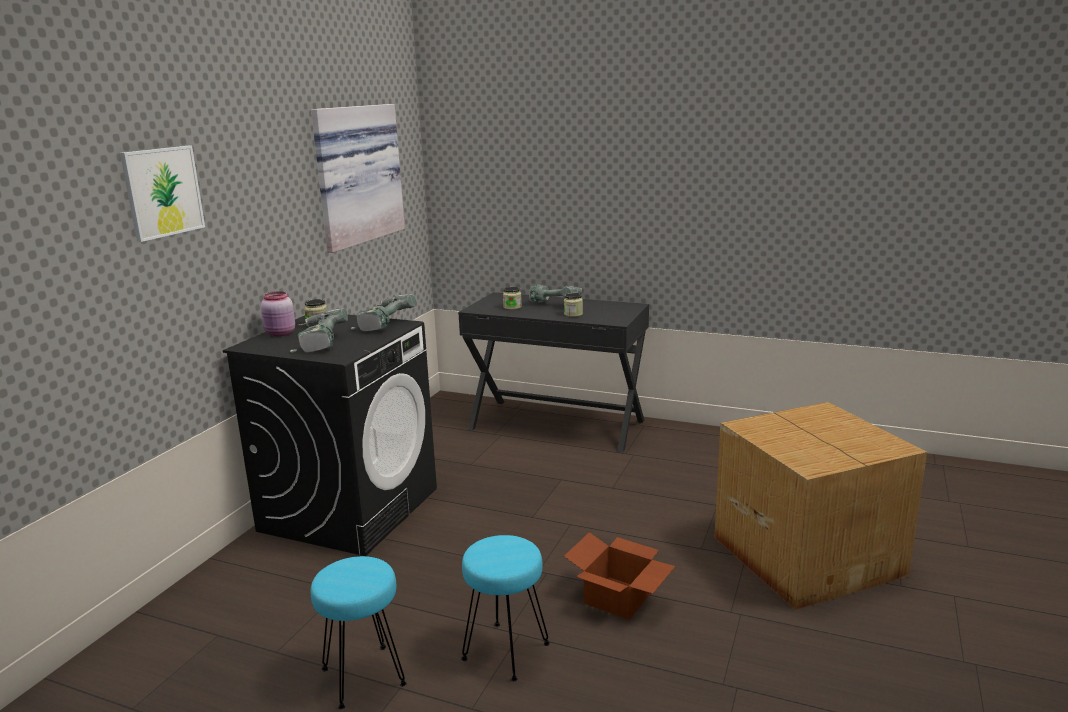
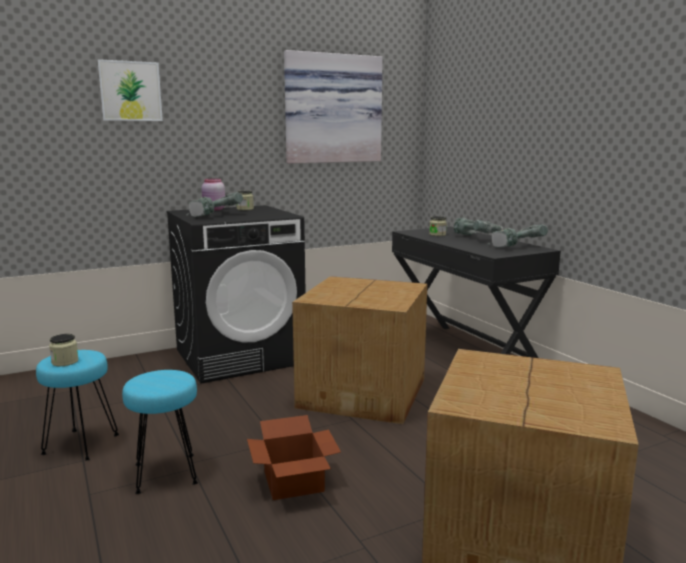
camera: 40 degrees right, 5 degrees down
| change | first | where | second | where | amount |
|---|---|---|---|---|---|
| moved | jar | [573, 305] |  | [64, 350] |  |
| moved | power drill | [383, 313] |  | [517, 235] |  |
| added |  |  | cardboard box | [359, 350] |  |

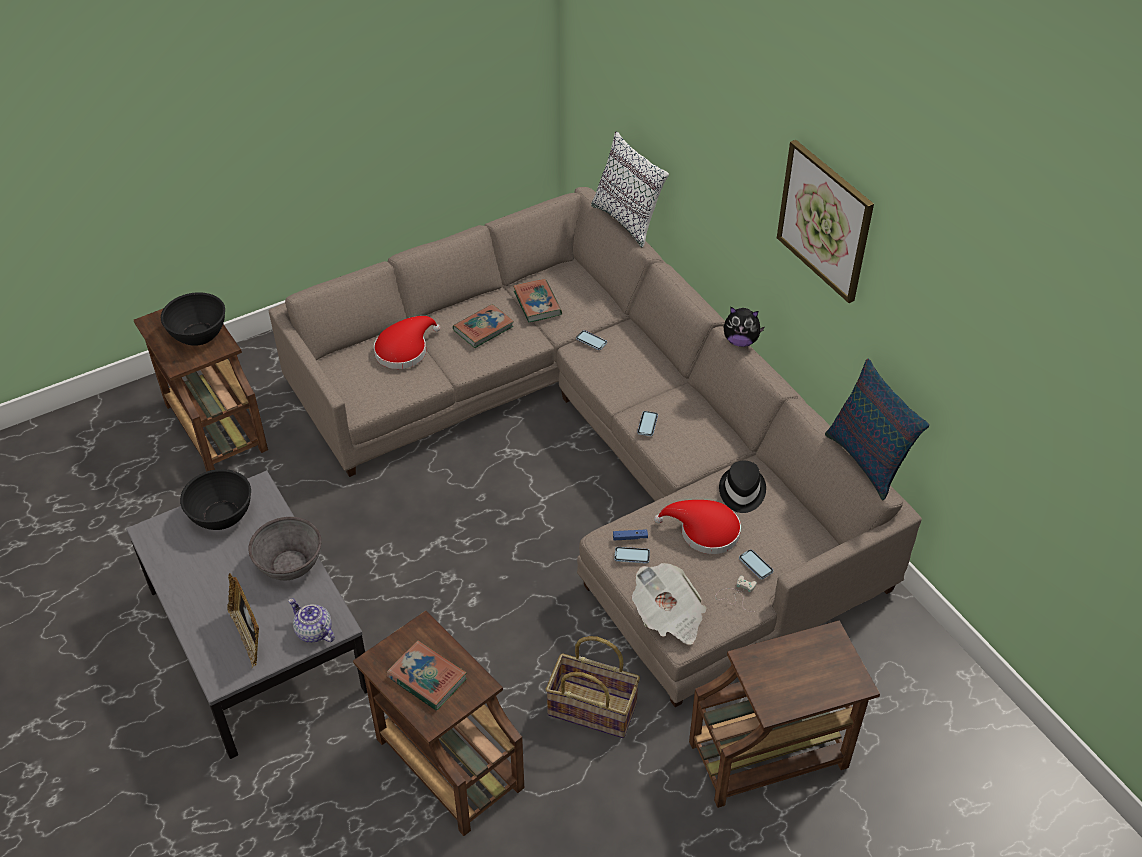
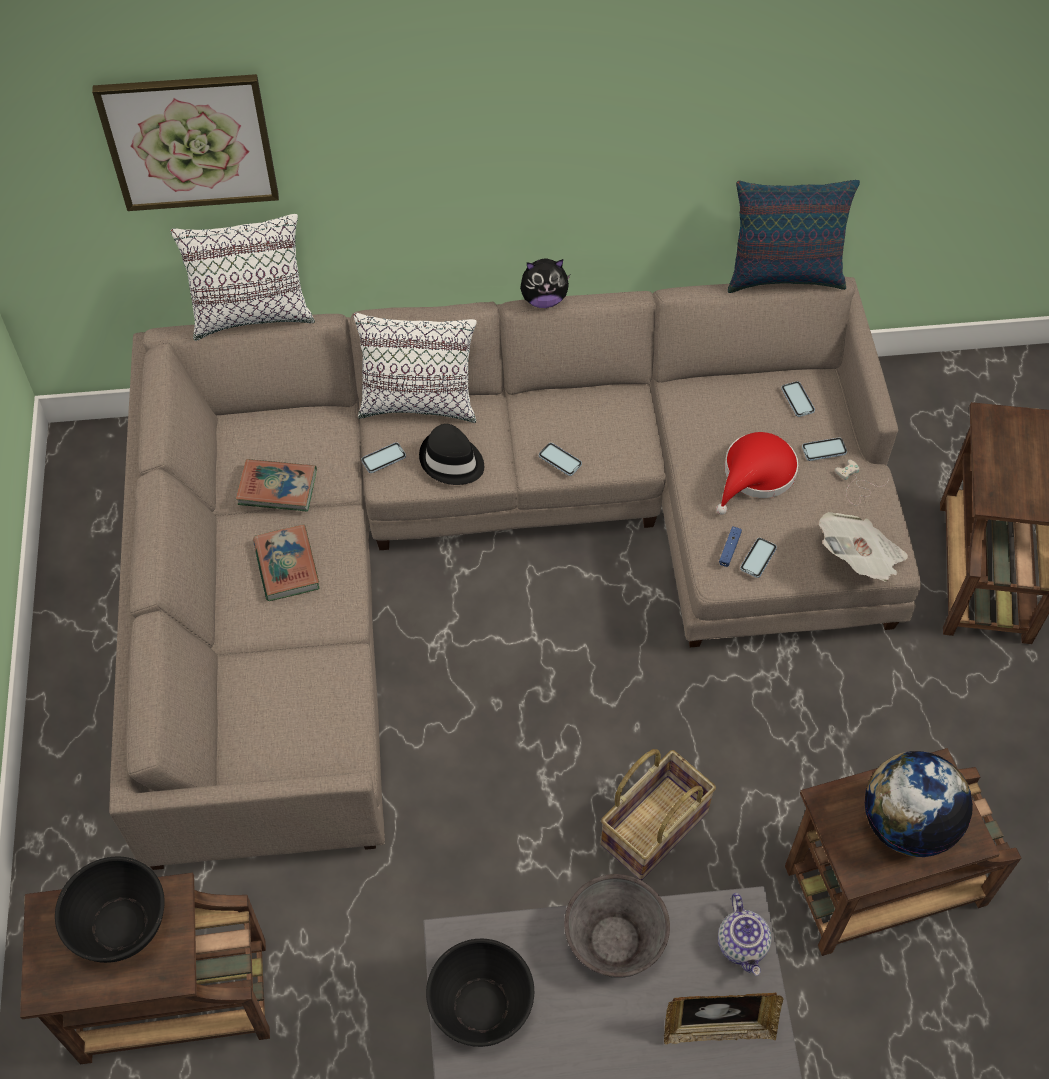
camera: 65 degrees left, 10 degrees up
| change | first | where | second | where | amount |
|---|---|---|---|---|---|
| moved | wall picture | [825, 221] |  | [185, 142] |  |
| turned | soft toy | [744, 327] |  | [545, 283] | 45 degrees clockwise |
| removed | red-coloured clothing hat | [407, 342] |  |  |  |
| moved | black-coloured clothing hat | [742, 487] |  | [451, 454] |  |
| turned | teapot | [312, 620] |  | [744, 934] | 75 degrees counterclockwise |
| moved | basket | [593, 687] |  | [658, 814] |  |
| replaced | volume | [427, 675] | globe | [919, 804] |  |
| added |  |  | whitish pillow | [415, 368] |  |
| added |  |  | phone | [798, 399] |  |

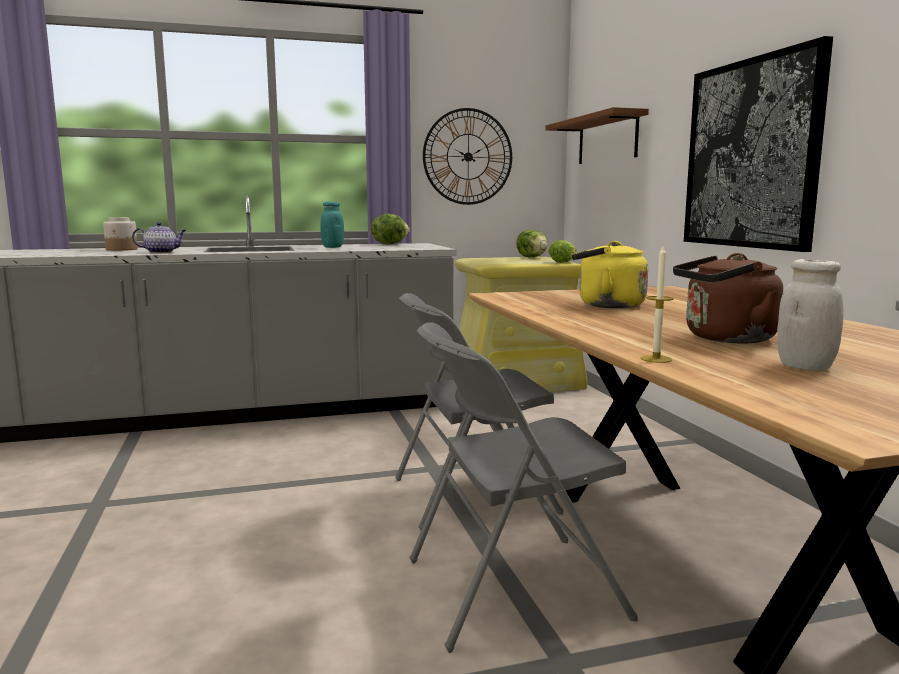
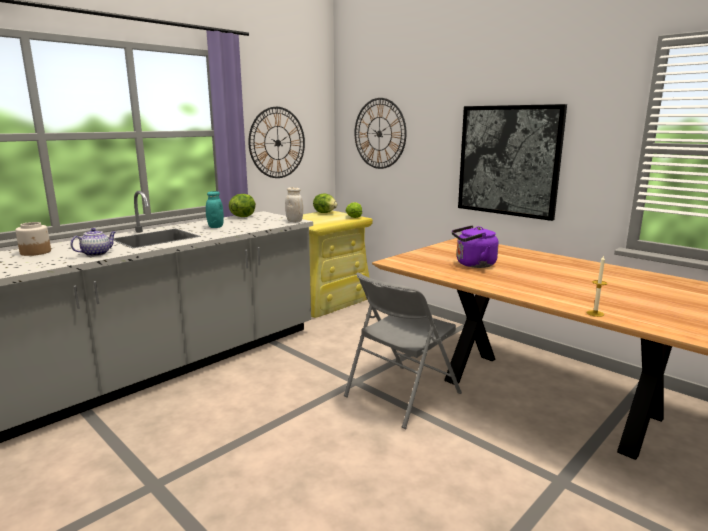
camera: 30 degrees left, 5 degrees up
| change | first | where | second | where | amount |
|---|---|---|---|---|---|
| replaced | brown shelf | [597, 135] | clock on the wall | [381, 133] |  |
| recoloured | yellow kettle | [610, 274] | purple-coloured kettle | [475, 246] |  |
| removed | brown kettle | [728, 298] |  |  |  |
| moved | whitish jar | [810, 314] |  | [294, 204] |  |
| removed | gray upright chair | [523, 488] |  |  |  |

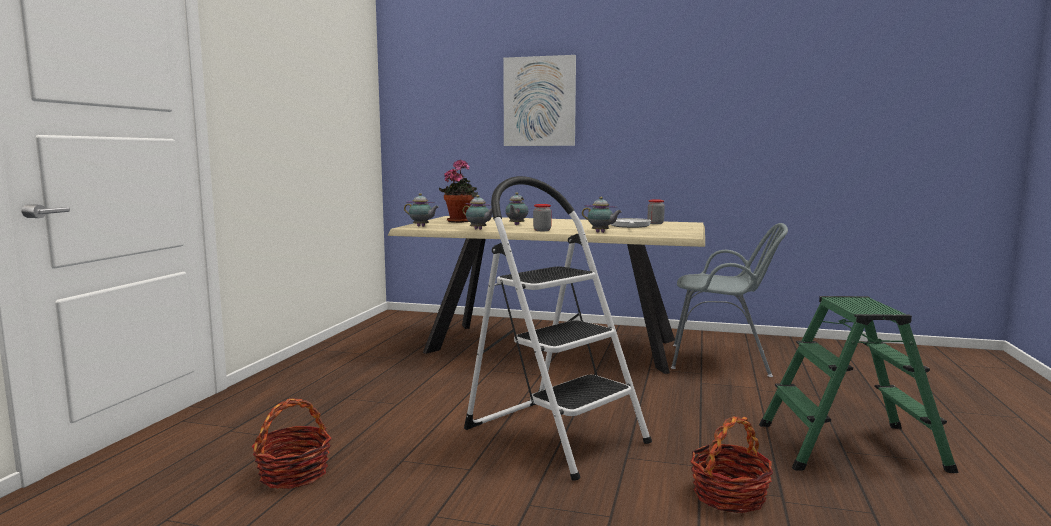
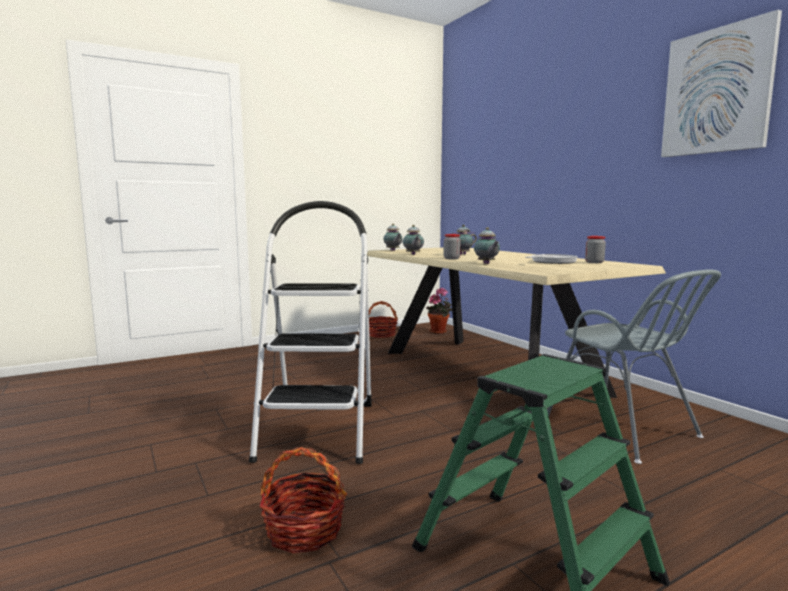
camera: 45 degrees right, 0 degrees up
| change | first | where | second | where | amount |
|---|---|---|---|---|---|
| moved | wall picture | [539, 100] |  | [721, 83] |  |
| moved | plant in a pot | [458, 191] |  | [439, 311] |  |
| moved | basket | [292, 443] |  | [383, 319] |  |

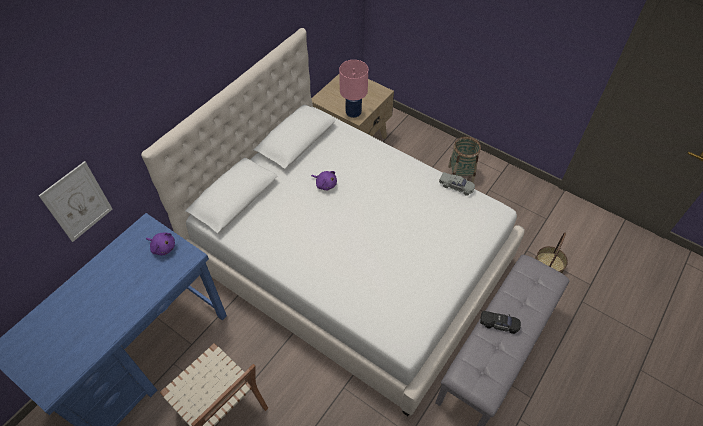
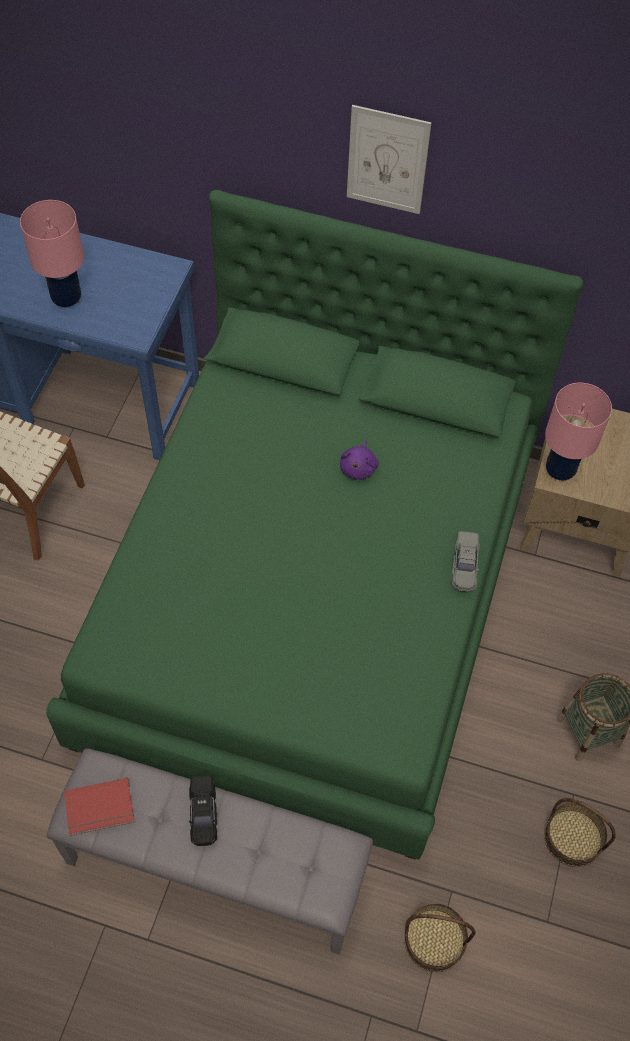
camera: 70 degrees right, 5 degrees up
| change | first | where | second | where | amount |
|---|---|---|---|---|---|
| recoloured | whitish bed | [333, 222] | green bed | [314, 524] |  |
| moved | wall picture | [75, 201] |  | [389, 159] |  |
| moved | gray miniature car | [457, 184] |  | [465, 561] |  |
| removed | purple-coloured soft toy | [160, 244] |  |  |  |
| added |  |  | pink-coloured table lamp | [52, 253] |  |
| added |  |  | red-coloured volume | [99, 807] |  |
| added |  |  | basket | [580, 832] |  |

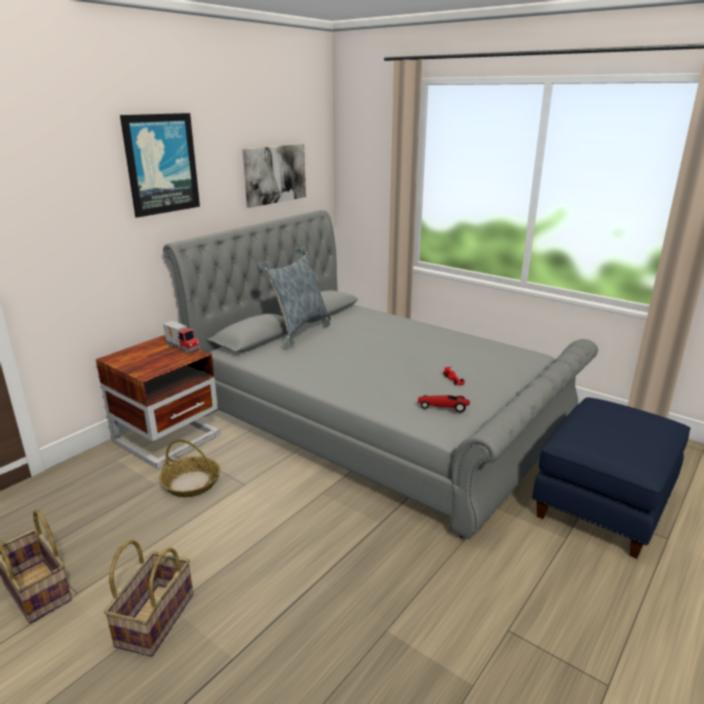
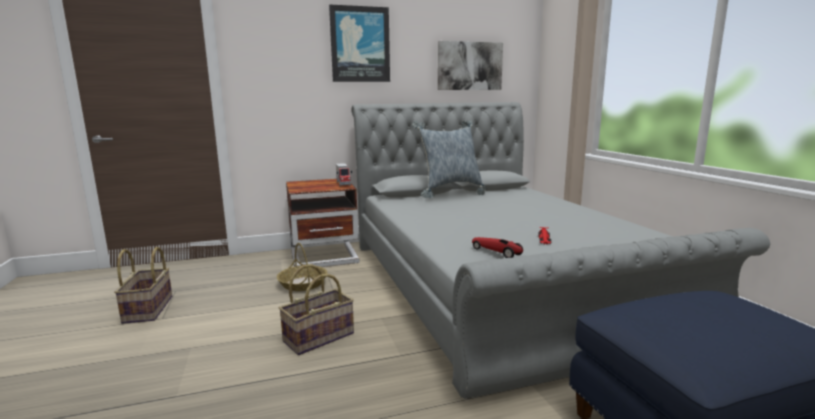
camera: 35 degrees right, 10 degrees down
| change | first | where | second | where | amount |
|---|---|---|---|---|---|
| moved | basket | [148, 598] |  | [316, 309] |  |

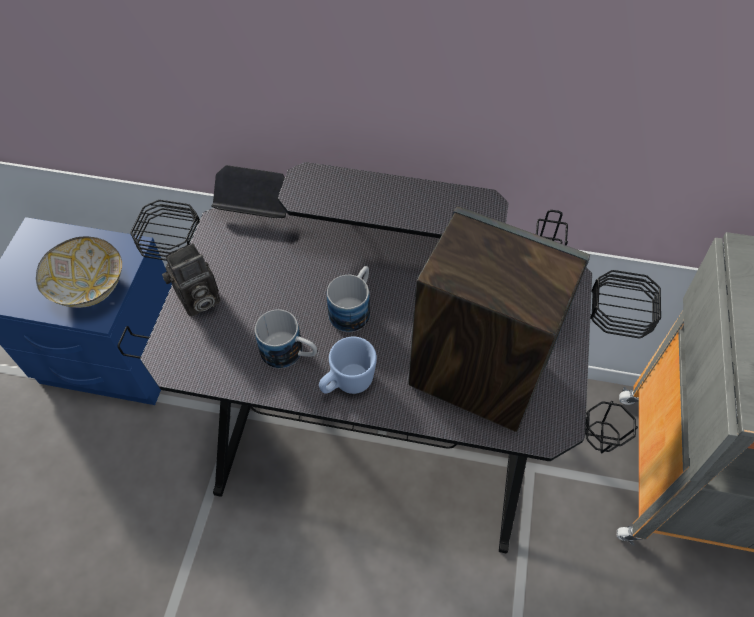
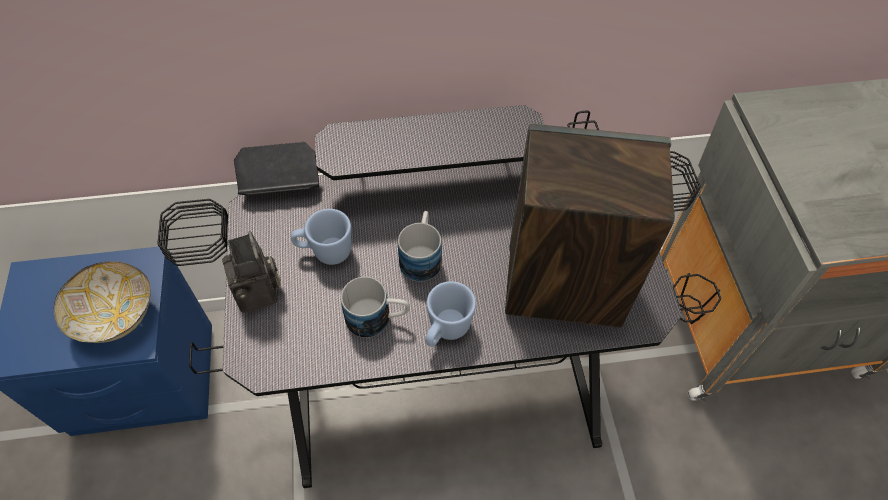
camera: 20 degrees left, 0 degrees up
| change | first | where | second | where | amount |
|---|---|---|---|---|---|
| turned | photo camera | [191, 279] |  | [251, 272] | 60 degrees counterclockwise |
| added |  |  | bluish mug | [321, 237] |  |

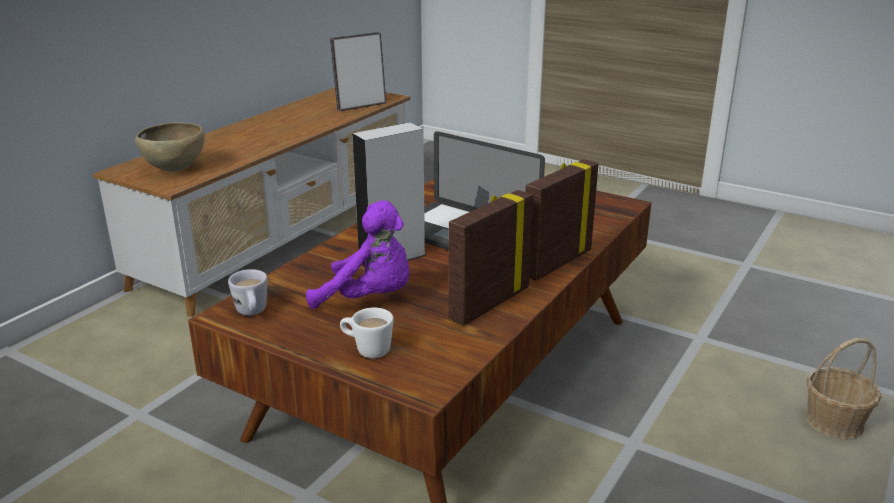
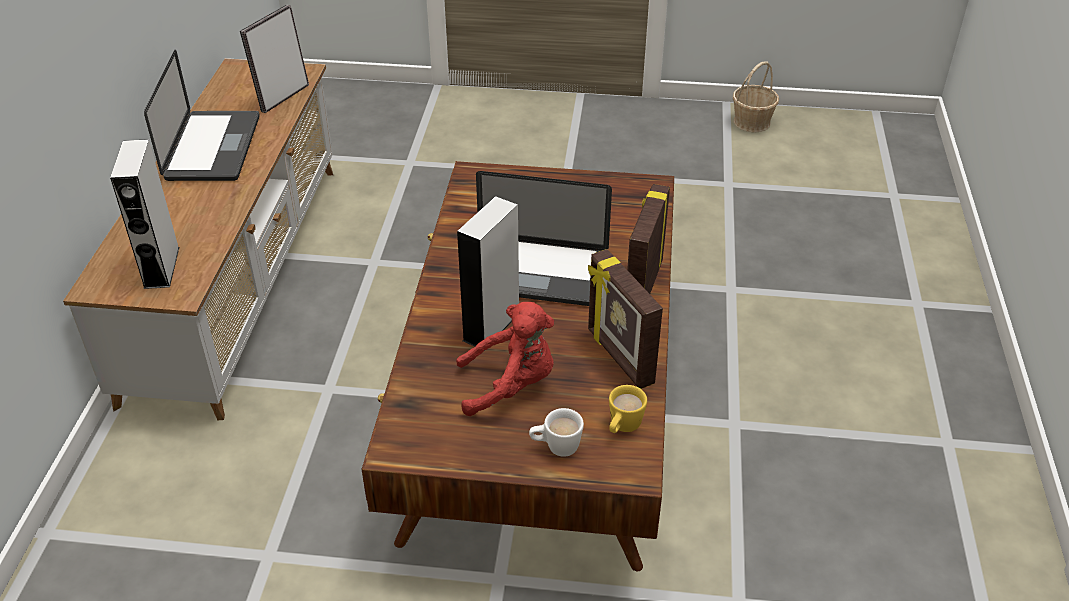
camera: 25 degrees left, 15 degrees up
| change | first | where | second | where | amount |
|---|---|---|---|---|---|
| replaced | brown bowl | [170, 147] | gray speaker | [144, 214] |  |
| turned | standing frame | [491, 258] |  | [625, 319] | 45 degrees counterclockwise |
| recoloured | purple-coloured soft toy | [357, 254] | red-coloured soft toy | [505, 359] |  |
| removed | whitish mug | [247, 292] |  |  |  |
| moved | basket | [843, 389] |  | [756, 97] |  |
| added |  |  | laptop | [202, 115] |  |
| added |  |  | yellow mug | [628, 409] |  |

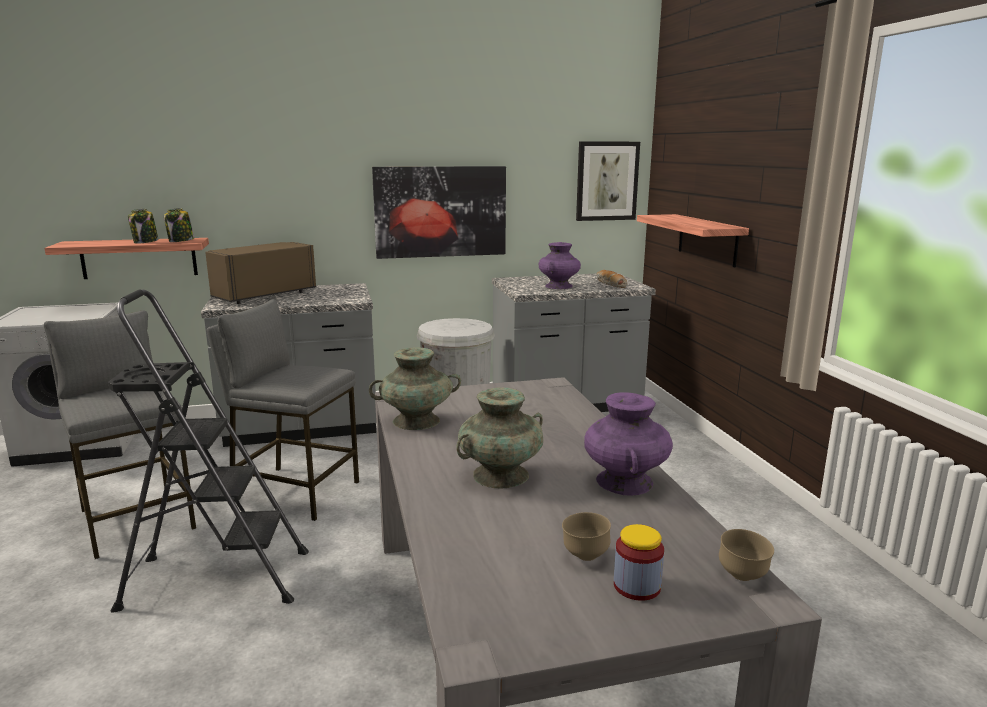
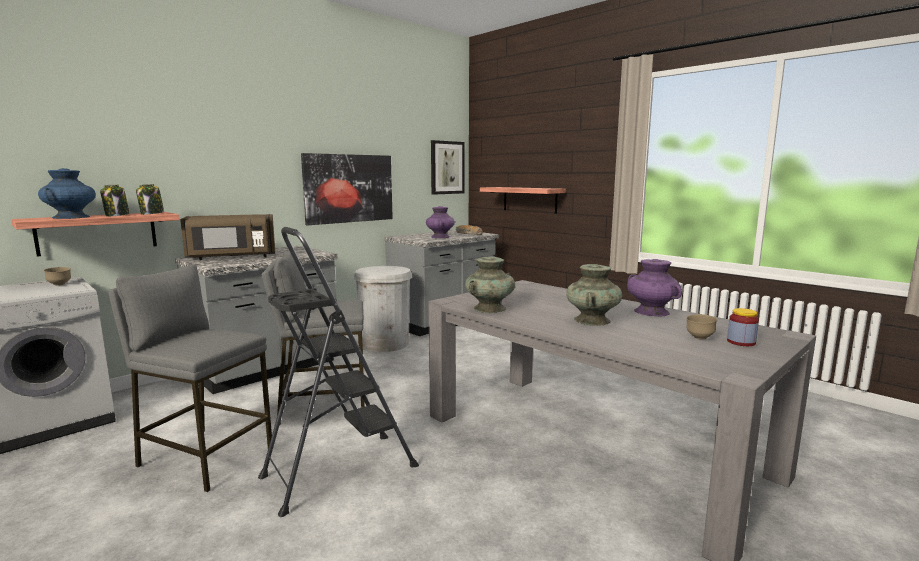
camera: 30 degrees left, 5 degrees down
| change | first | where | second | where | amount |
|---|---|---|---|---|---|
| turned | brown kitchen microwave | [260, 273] |  | [227, 237] | 120 degrees counterclockwise |
| moved | brown bowl | [746, 555] |  | [57, 276] |  |
| added |  |  | bluish decorative vase | [67, 193] |  |

